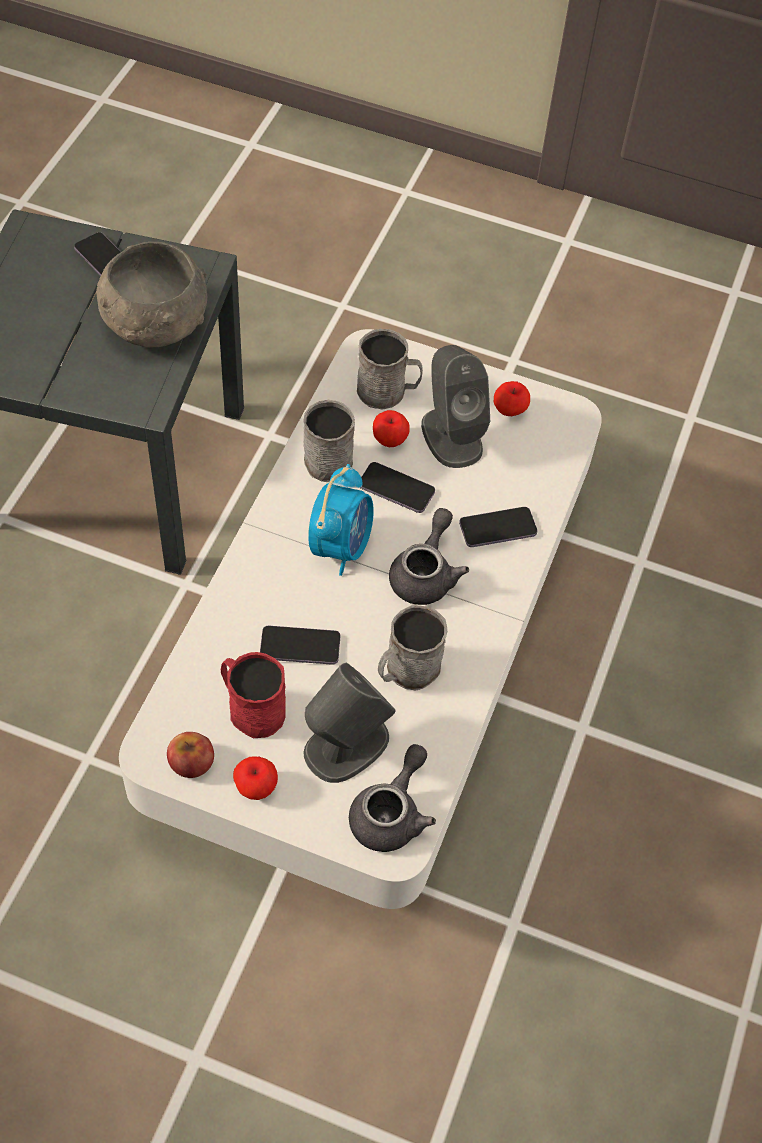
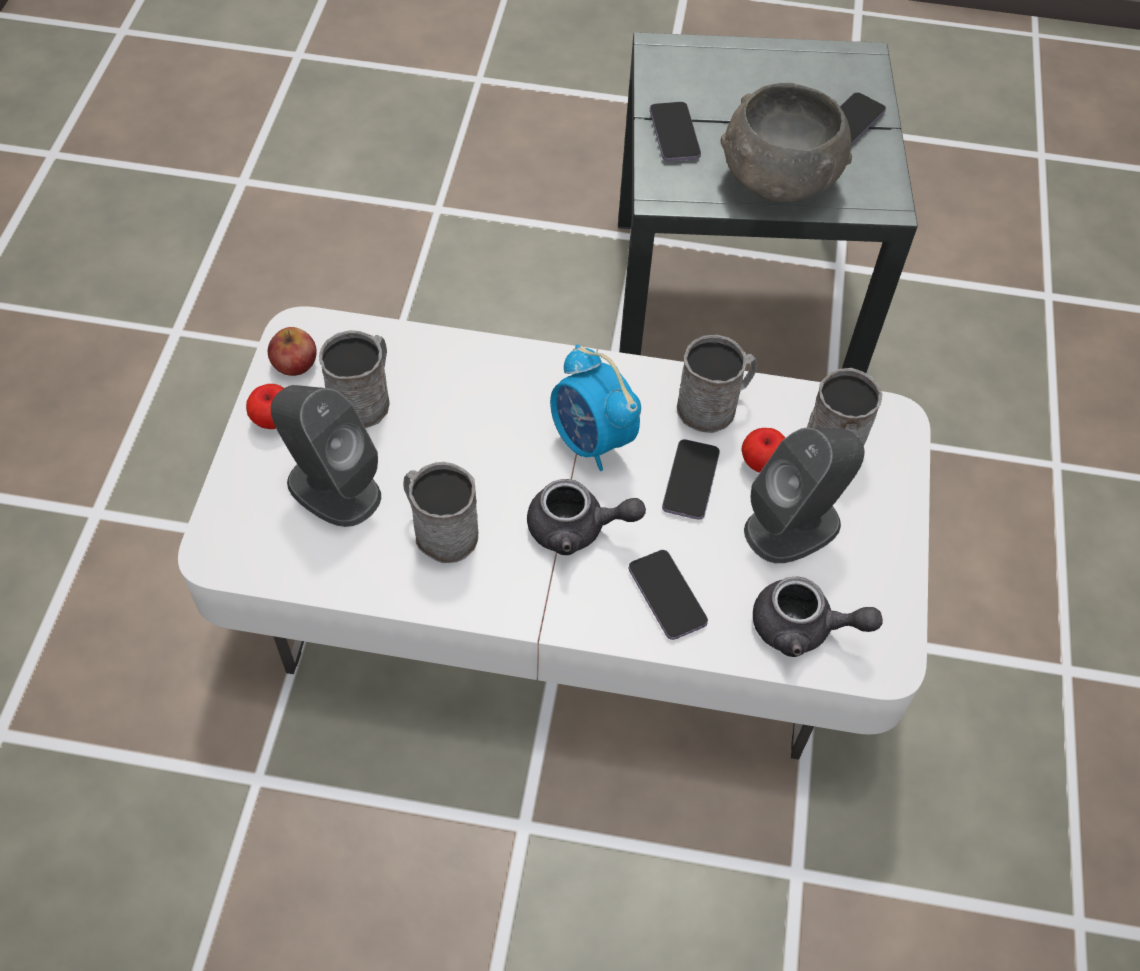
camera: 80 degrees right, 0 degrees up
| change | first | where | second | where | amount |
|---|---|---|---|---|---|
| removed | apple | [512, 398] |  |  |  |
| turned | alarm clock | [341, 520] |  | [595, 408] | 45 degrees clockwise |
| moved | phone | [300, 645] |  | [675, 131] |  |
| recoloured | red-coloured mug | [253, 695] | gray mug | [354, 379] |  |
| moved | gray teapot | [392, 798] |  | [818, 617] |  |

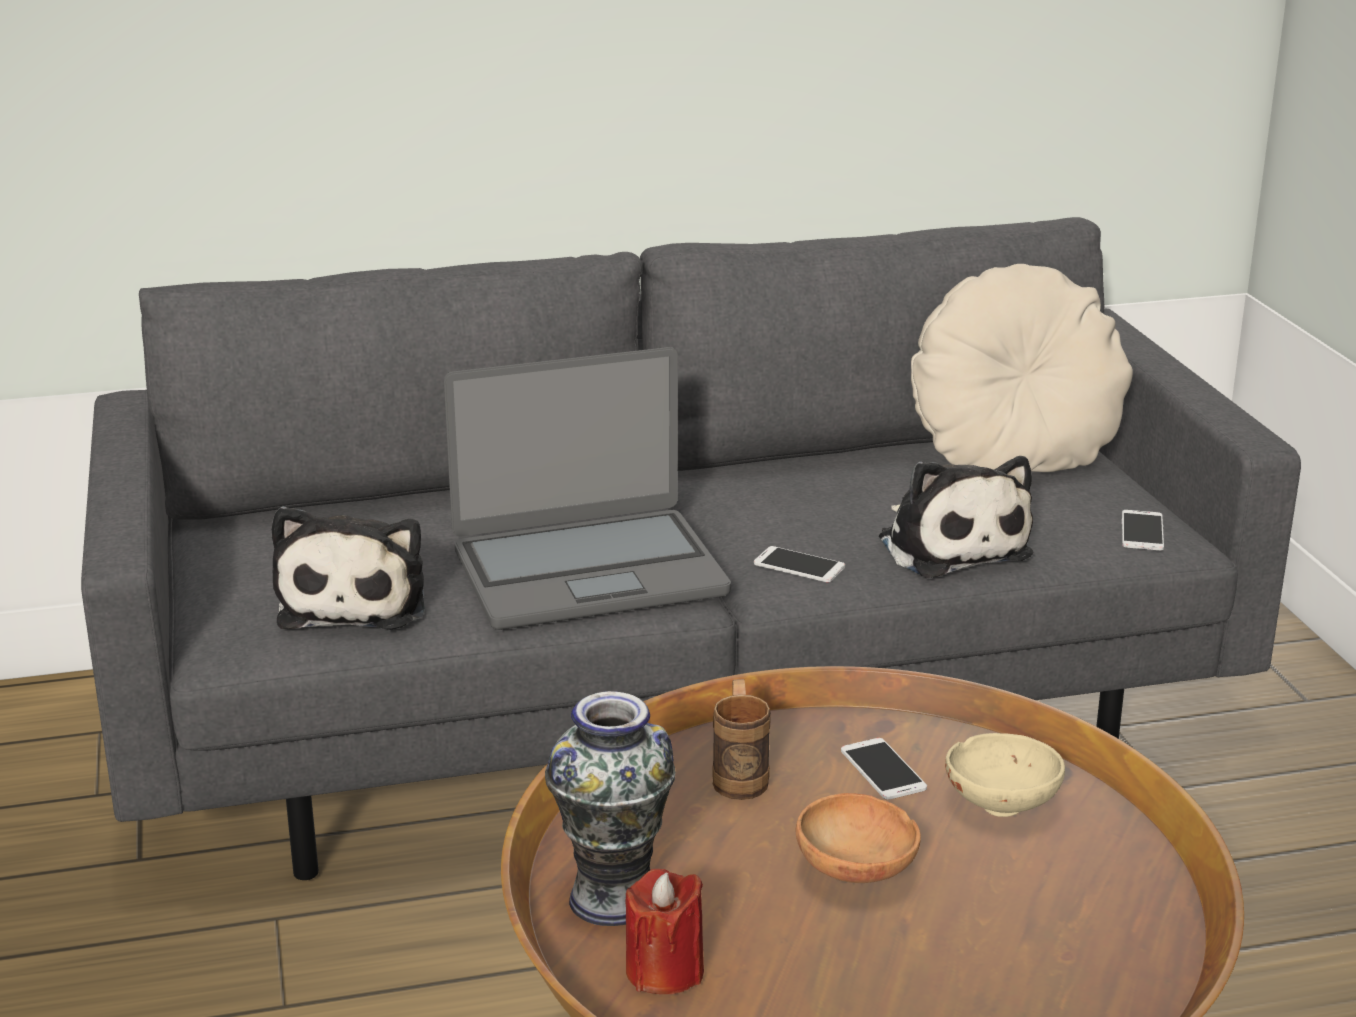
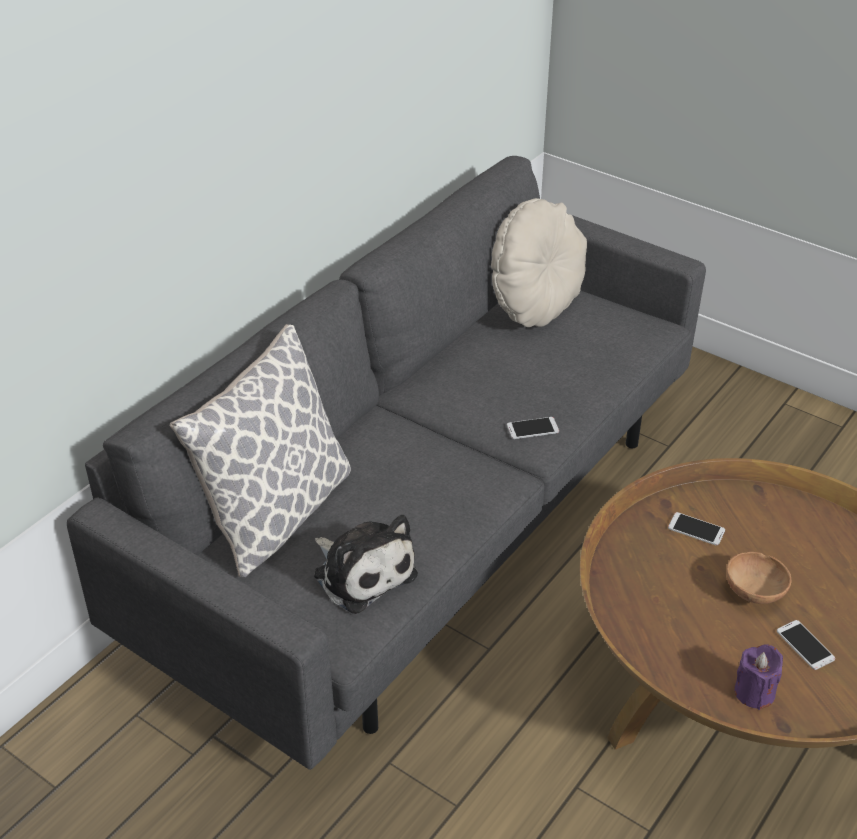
camera: 40 degrees left, 15 degrees up
| change | first | where | second | where | amount |
|---|---|---|---|---|---|
| removed | laptop | [587, 488] |  |  |  |
| removed | soft toy | [956, 517] |  |  |  |
| moved | phone | [1143, 530] |  | [806, 645] |  |
| removed | brown mug | [741, 739] |  |  |  |
| removed | decorative vase | [610, 808] |  |  |  |
| removed | sand-coloured bowl | [1005, 775] |  |  |  |
| recoloured | red-coloured candle | [664, 931] | purple-coloured candle | [758, 677] |  |
| added |  |  | pillow | [260, 450] |  |

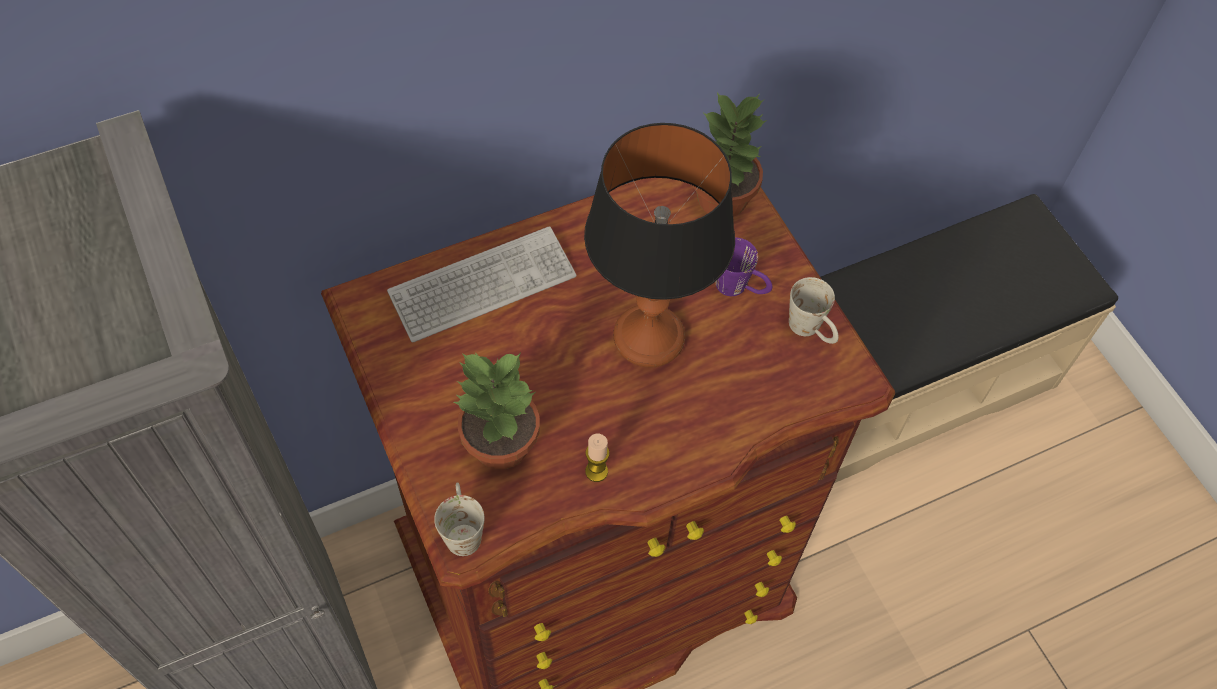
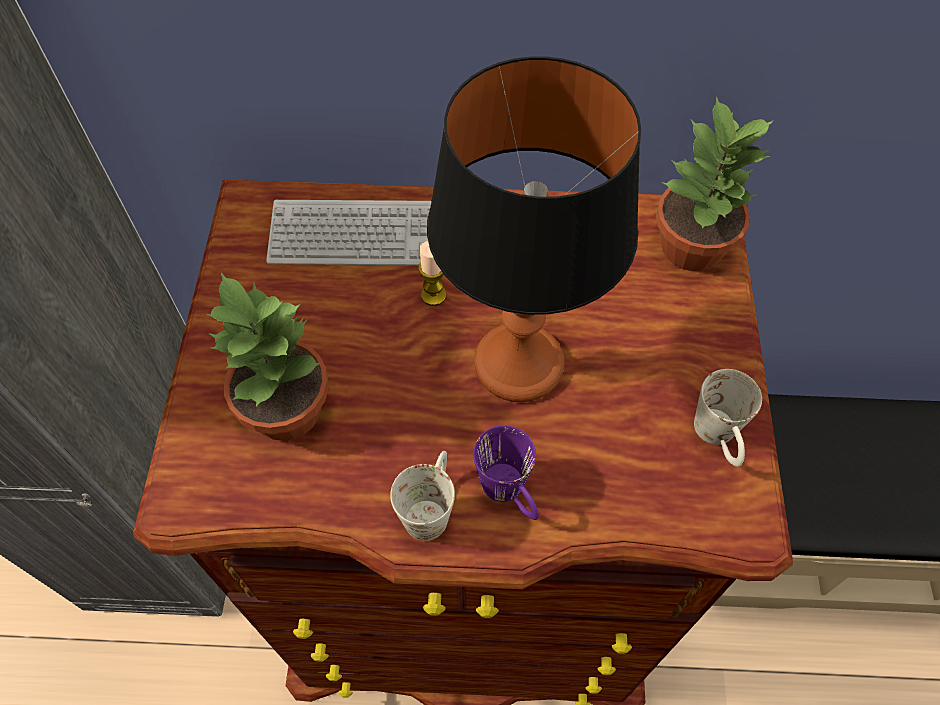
camera: 30 degrees right, 0 degrees up
| change | first | where | second | where | amount |
|---|---|---|---|---|---|
| moved | purple-coloured mug | [744, 267] |  | [506, 472] |  |
| moved | candle | [597, 458] |  | [432, 273] |  |
| moved | whitish mug | [459, 519] |  | [422, 496] |  |

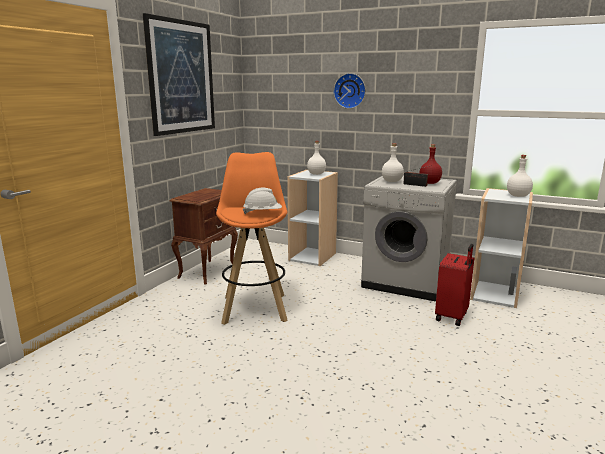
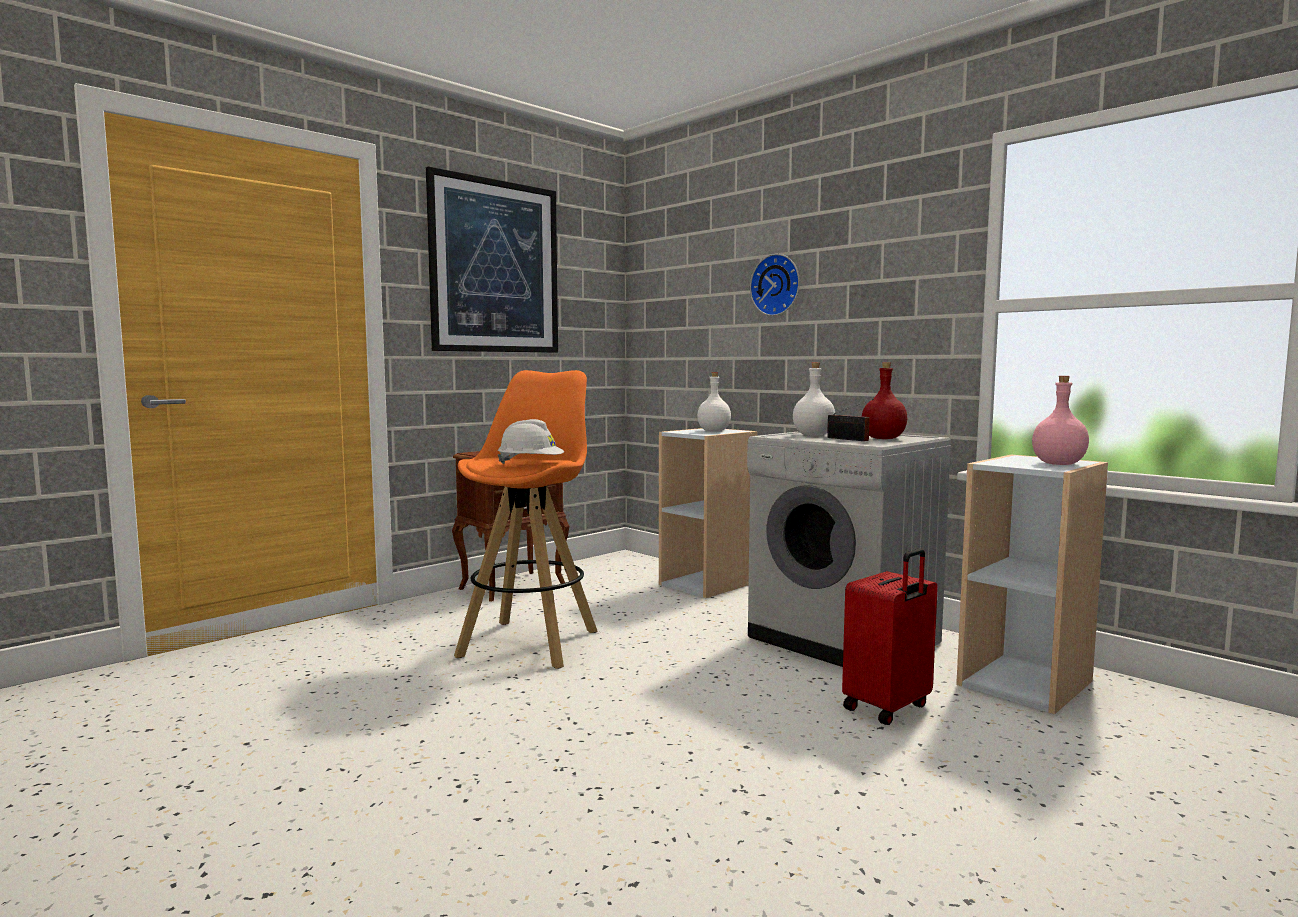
camera: 20 degrees right, 10 degrees down
| change | first | where | second | where | amount |
|---|---|---|---|---|---|
| recoloured | whitish drink bottle | [520, 176] | pink-coloured drink bottle | [1060, 420] |  |

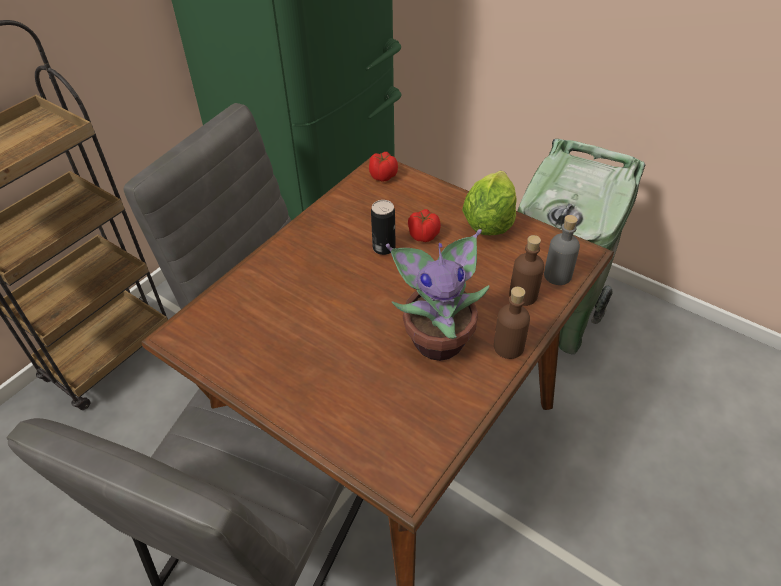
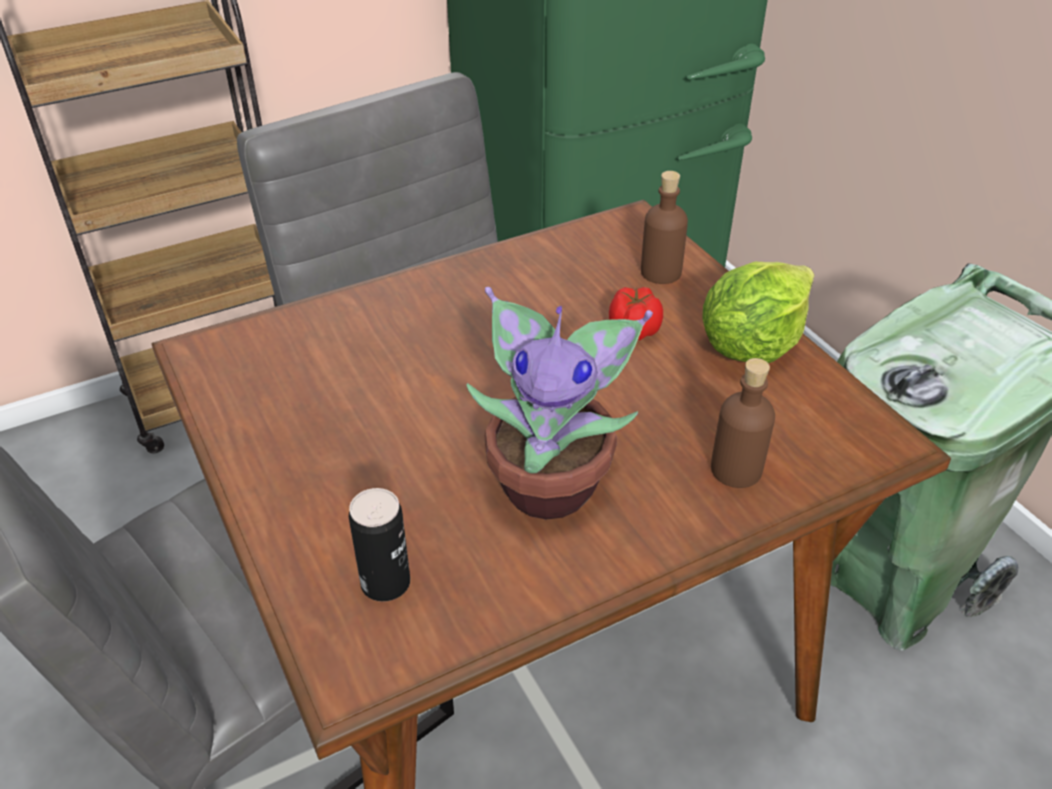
camera: 25 degrees right, 5 degrees down
| change | first | where | second | where | amount |
|---|---|---|---|---|---|
| removed | whole tomato | [383, 167] |  |  |  |
| moved | metal can | [383, 227] |  | [379, 545] |  |
| removed | gray drink bottle | [562, 250] |  |  |  |
| moved | brown drink bottle | [512, 323] |  | [664, 227] |  |

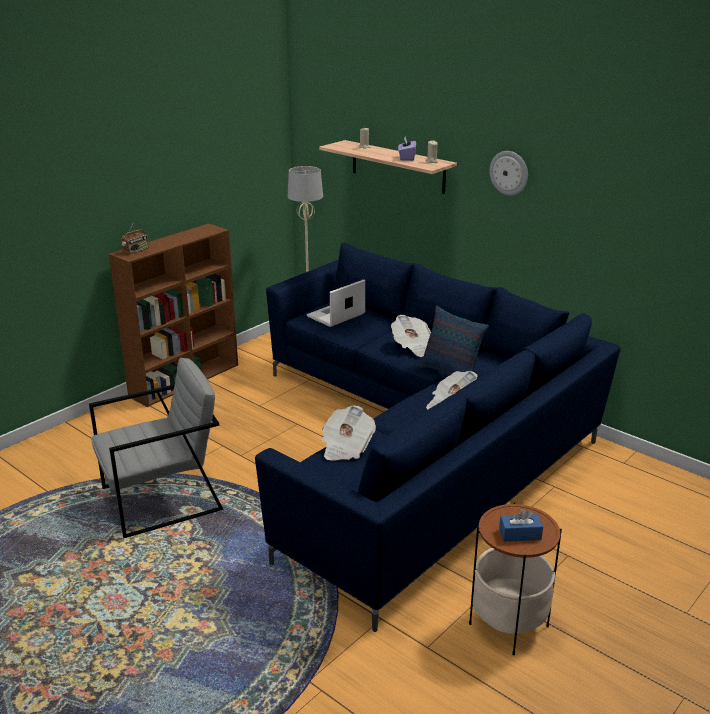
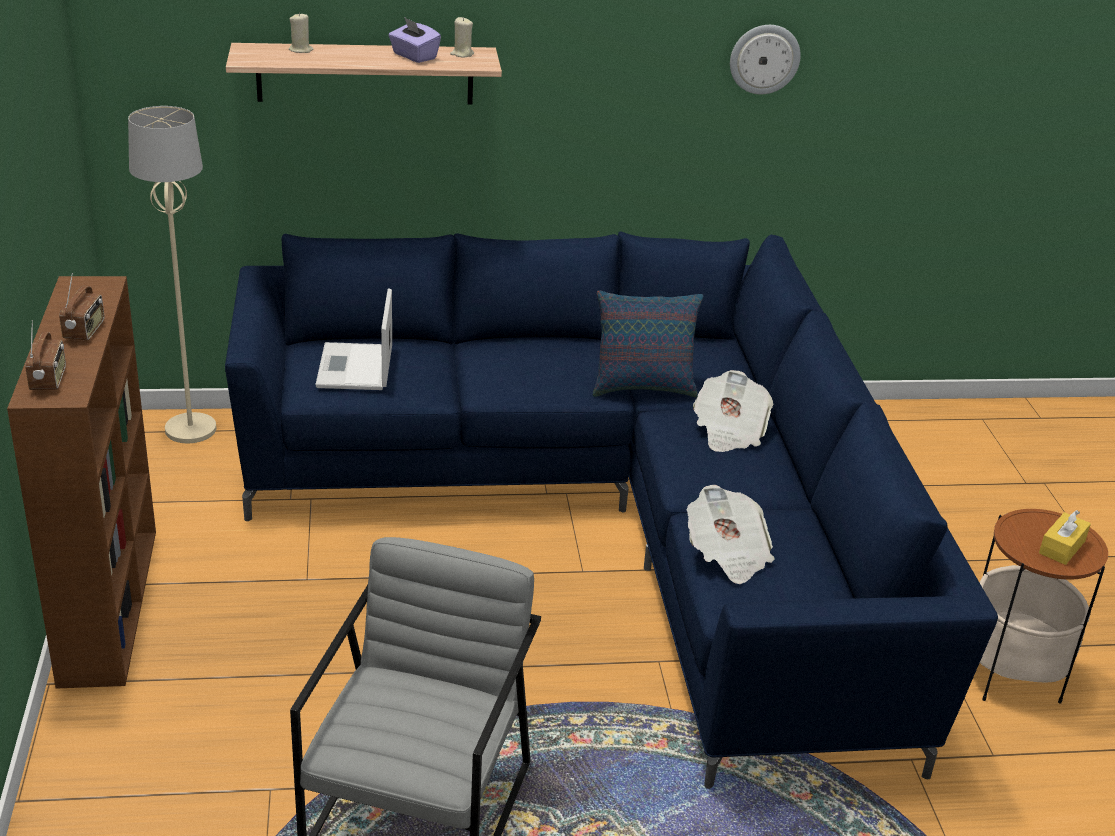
camera: 50 degrees left, 5 degrees up
| change | first | where | second | where | amount |
|---|---|---|---|---|---|
| moved | clock on the wall | [508, 173] |  | [765, 59] |  |
| removed | printed paper | [411, 336] |  |  |  |
| recoloured | bluish box of tissues | [521, 525] | yellow box of tissues | [1065, 537] |  |
| added |  |  | radio set | [81, 306] |  |

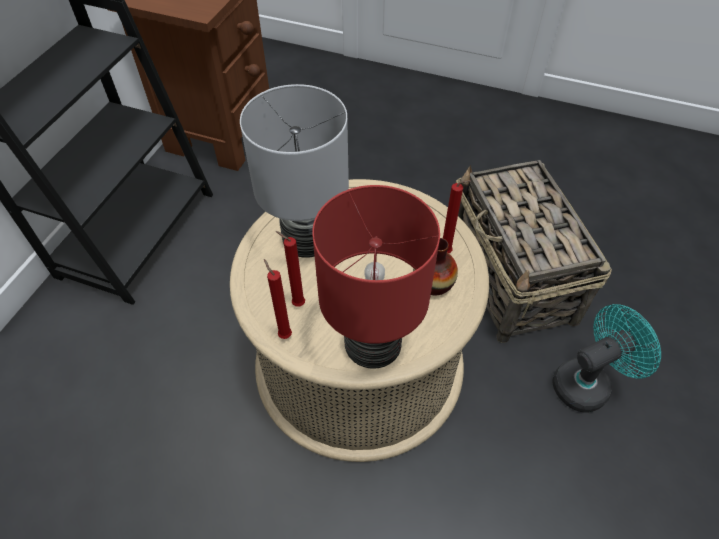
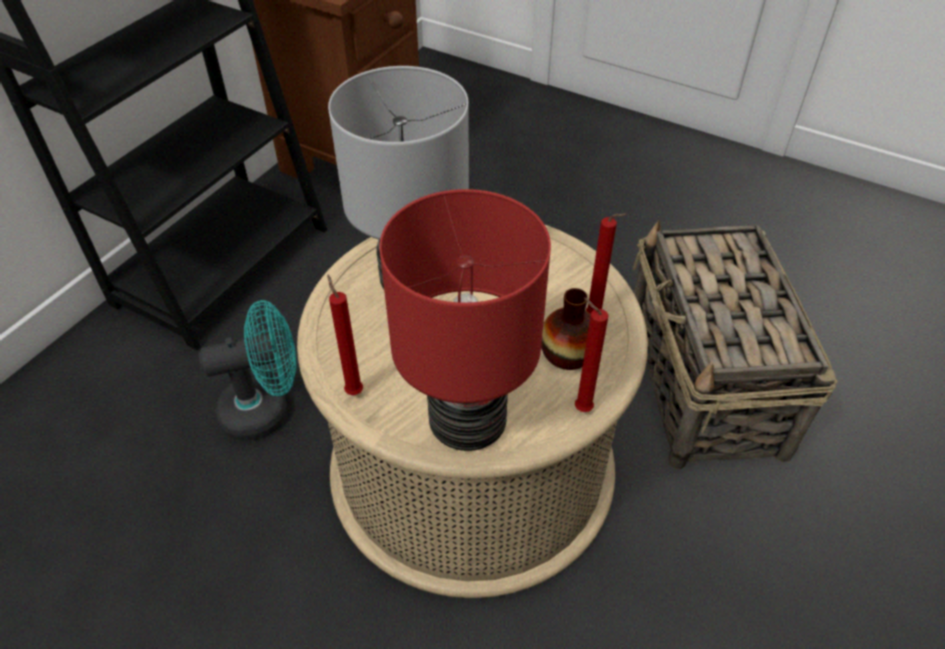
camera: 10 degrees right, 5 degrees down
| change | first | where | second | where | amount |
|---|---|---|---|---|---|
| moved | red-coloured candle | [290, 269] |  | [592, 354] |  |
| moved | turquoise-coloured fan | [606, 358] |  | [247, 370] |  |

